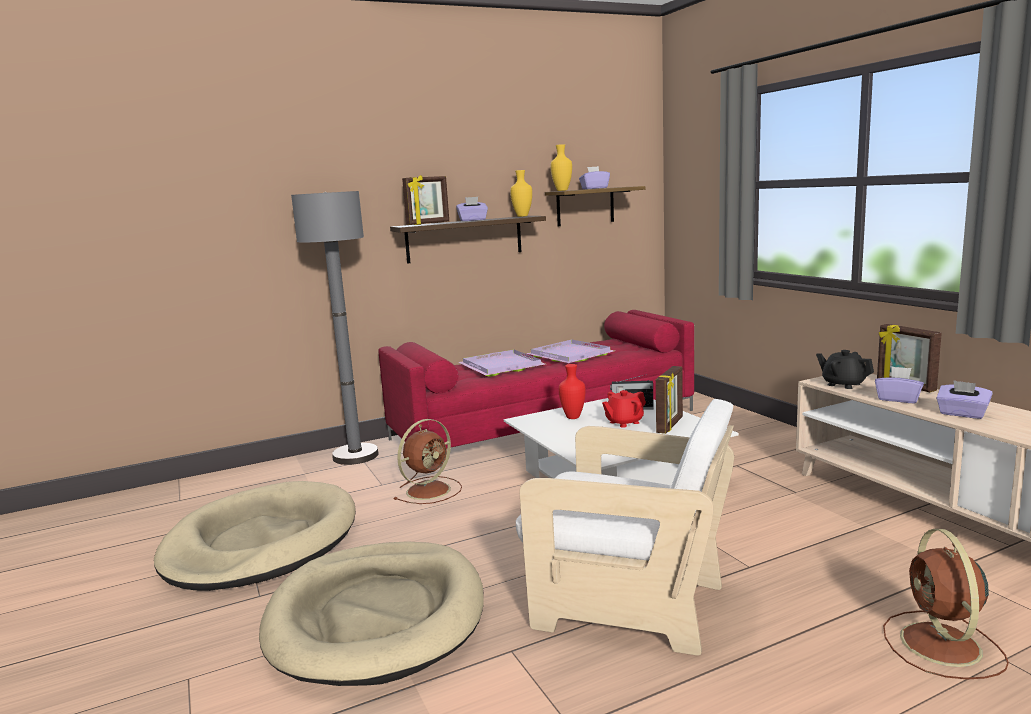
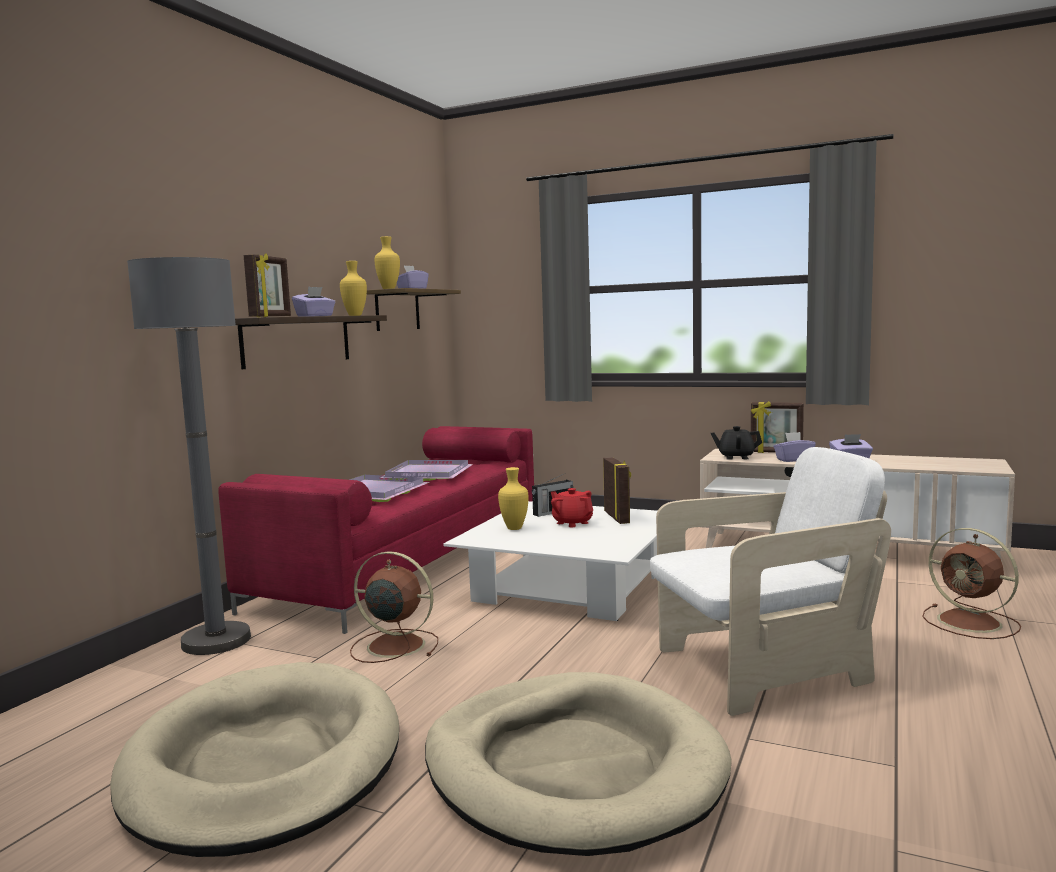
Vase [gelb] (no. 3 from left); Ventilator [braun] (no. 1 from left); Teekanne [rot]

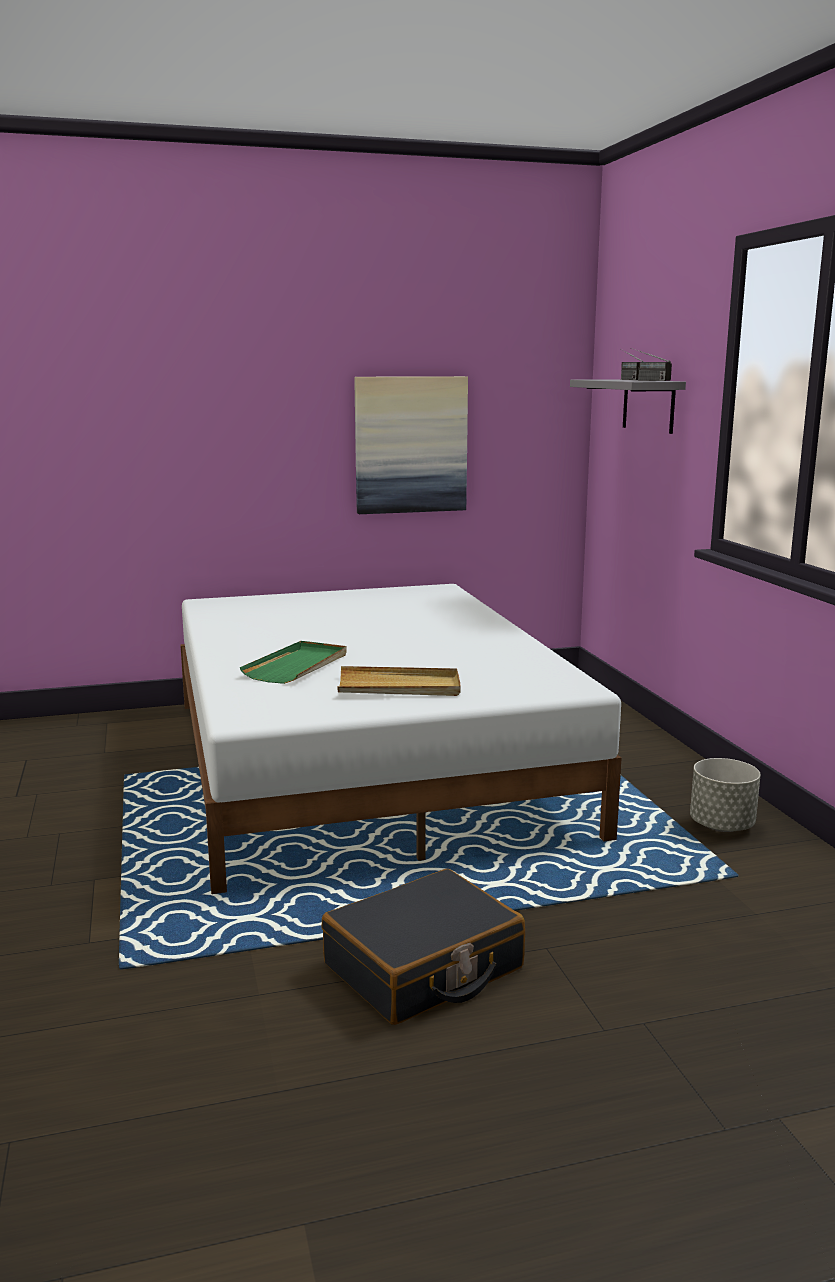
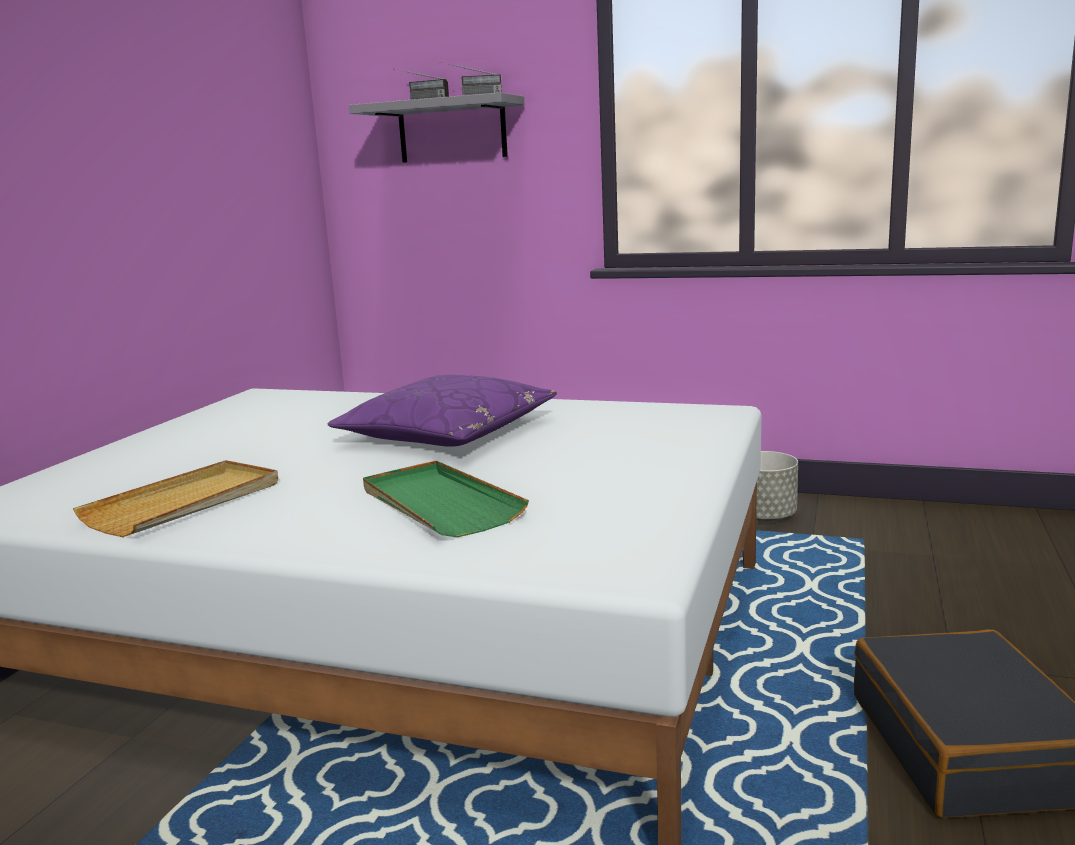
Bild; Kissen [lila]; Tablett [beige]

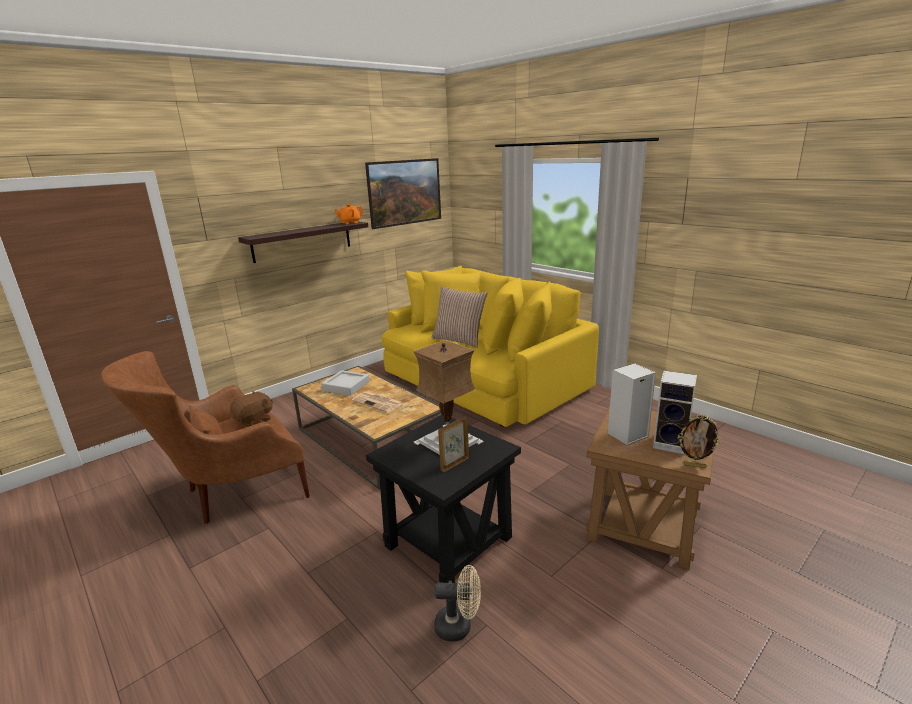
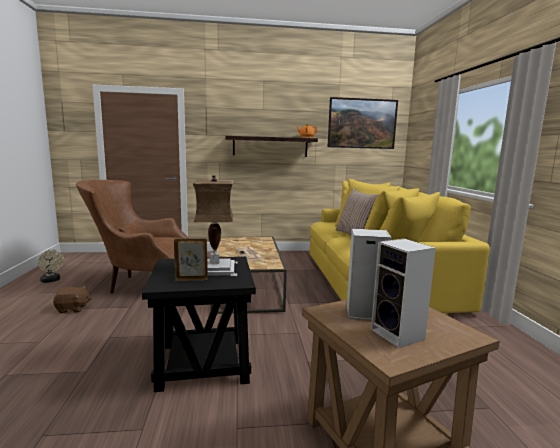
Tablett [grau]; Bilderrahmen (no. 2 from left in the first image); Plüschtier [braun]; Ventilator [beige]

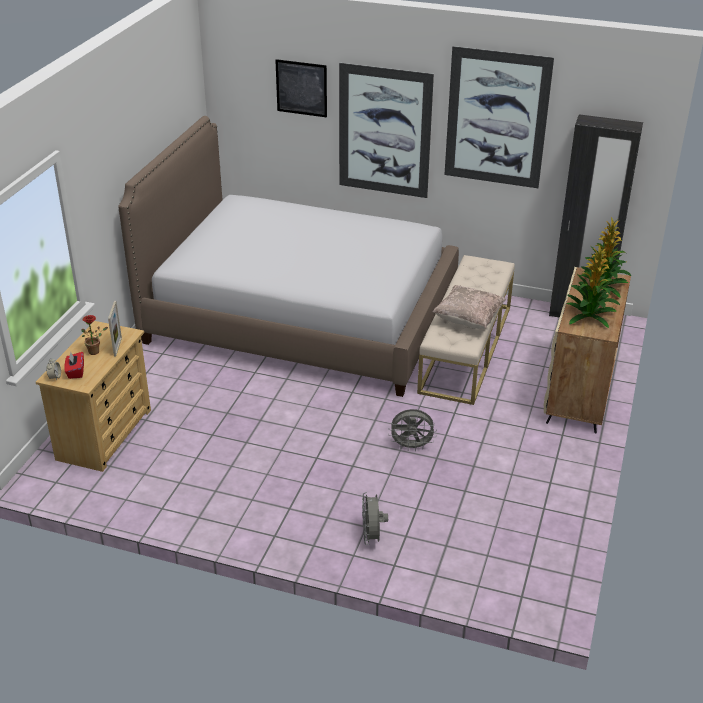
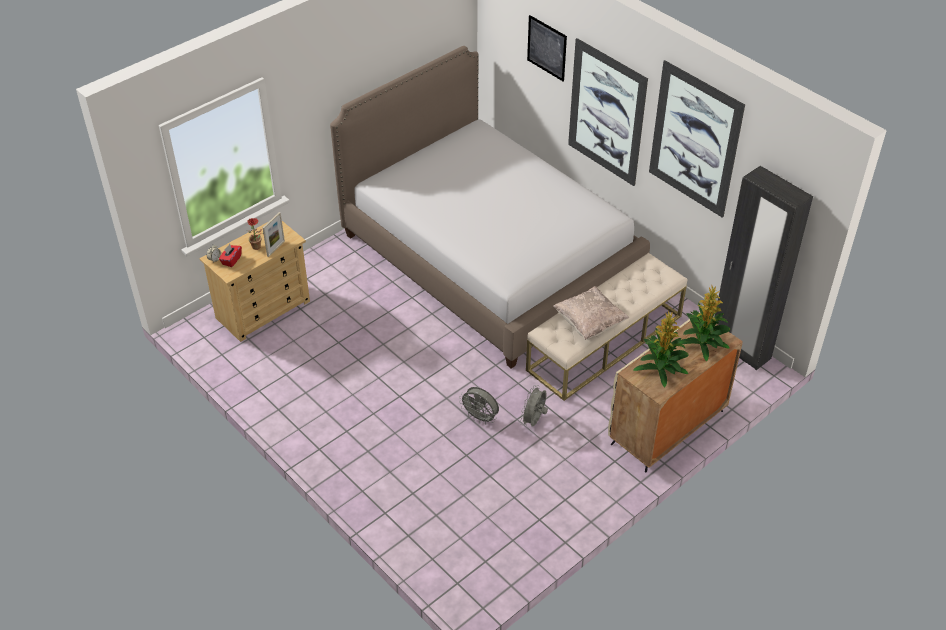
Ventilator [grau] (no. 2 from left)

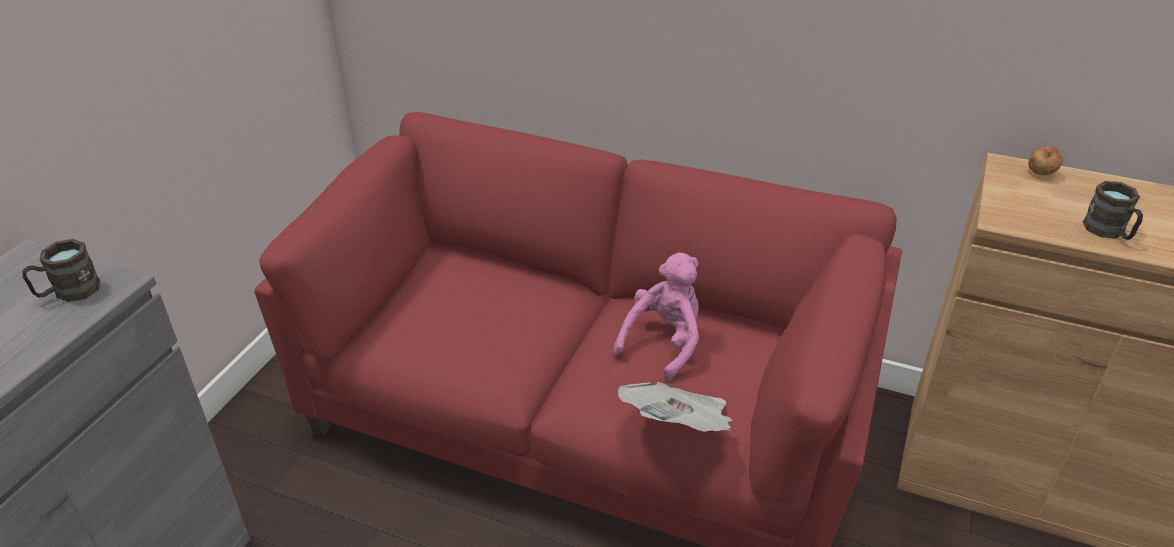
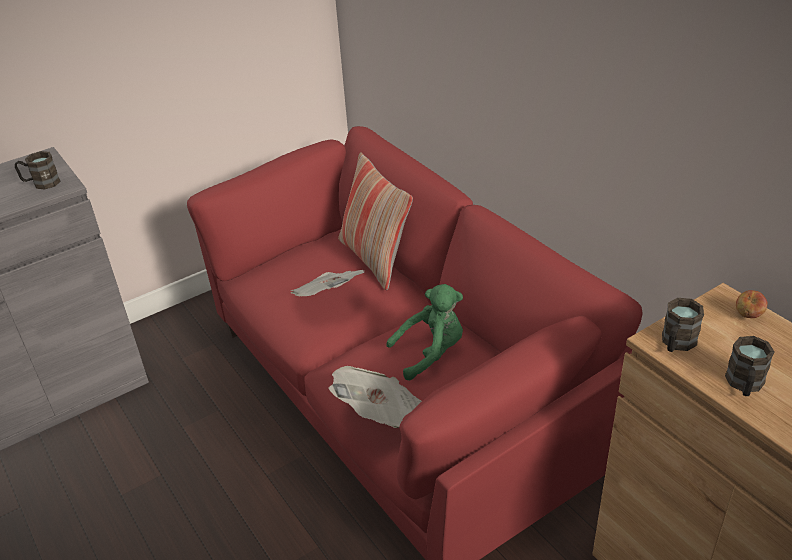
Zeitung (no. 1 from left); Kissen; Henkelbecher [braun] (no. 2 from left); Plüschtier [grün]

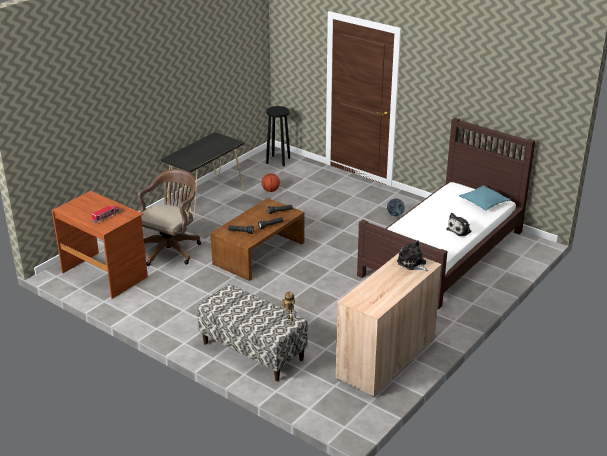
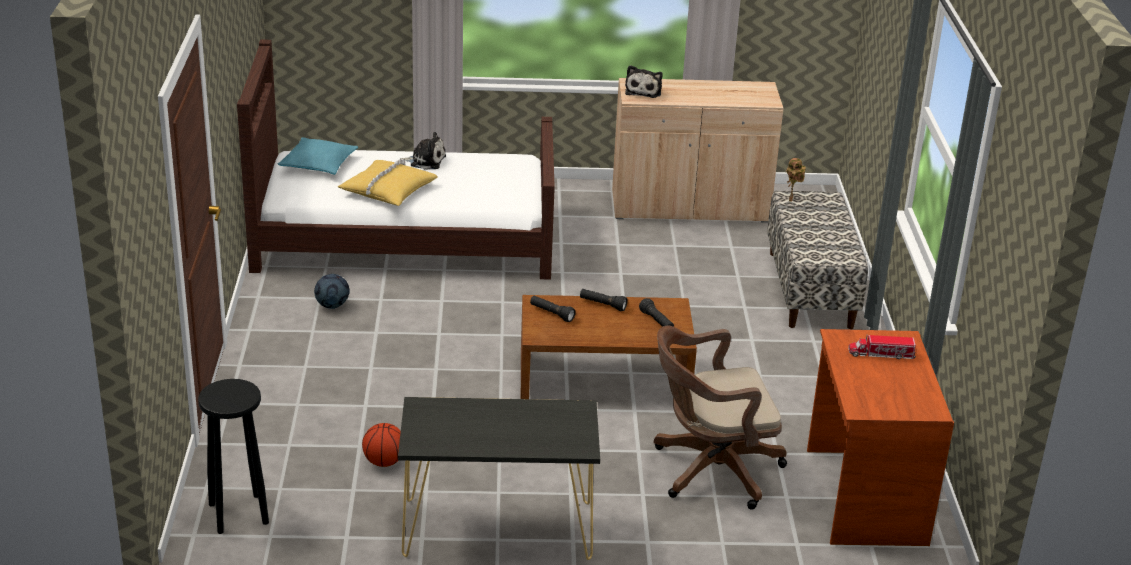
Kissen [gelb]

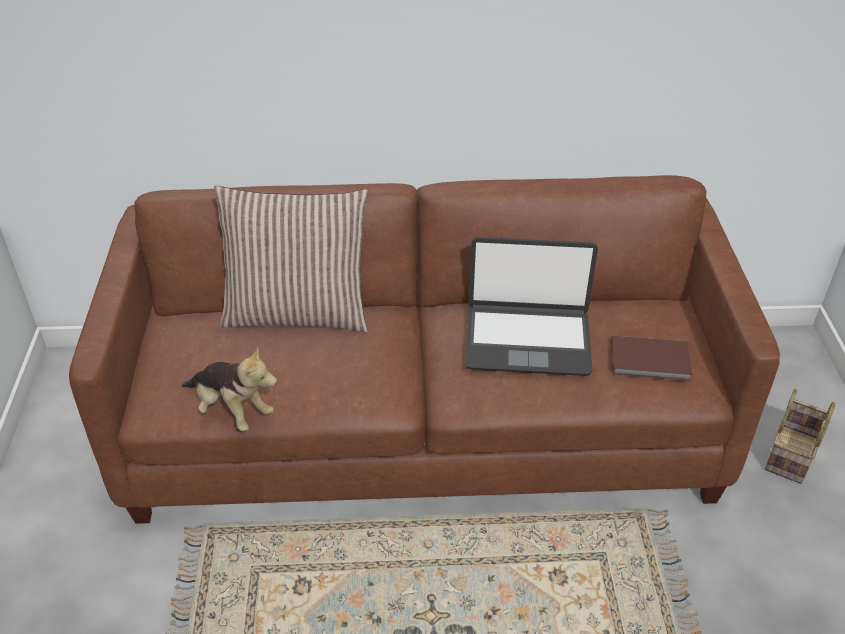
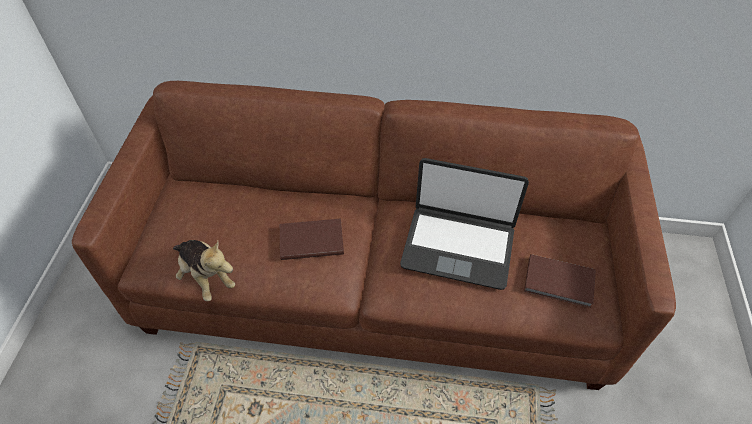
Kissen; Korb; Buch [braun] (no. 1 from left)

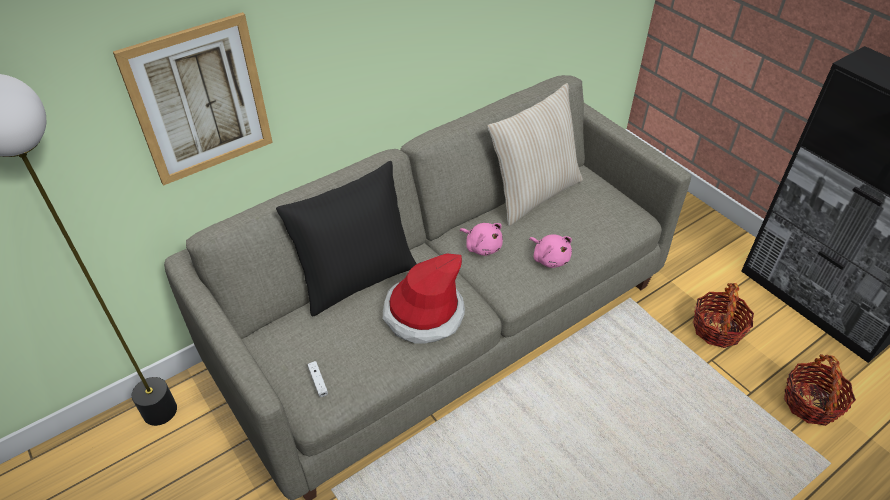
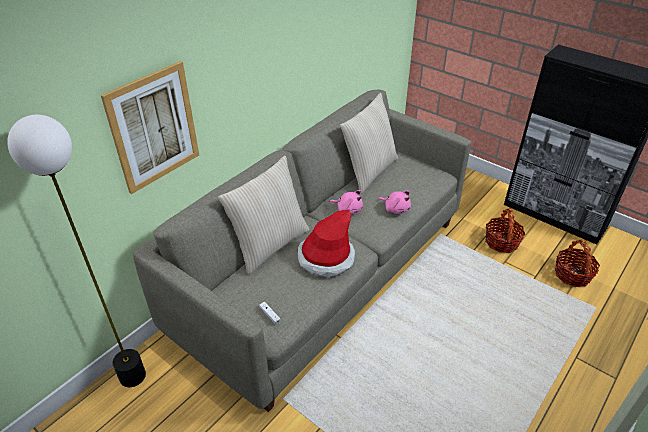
Kissen [beige] (no. 1 from left)

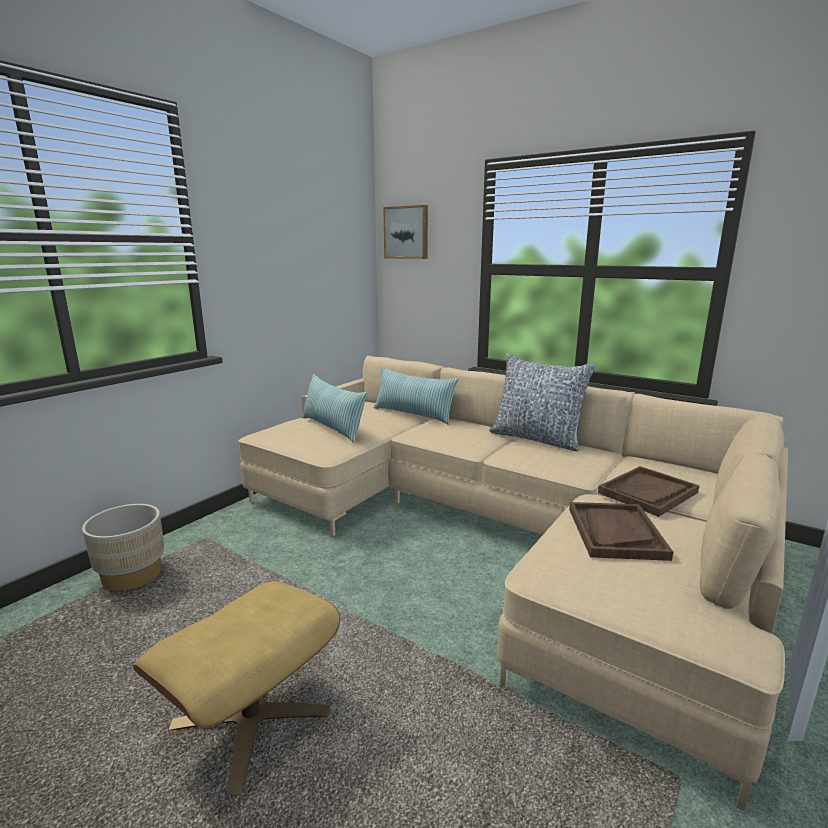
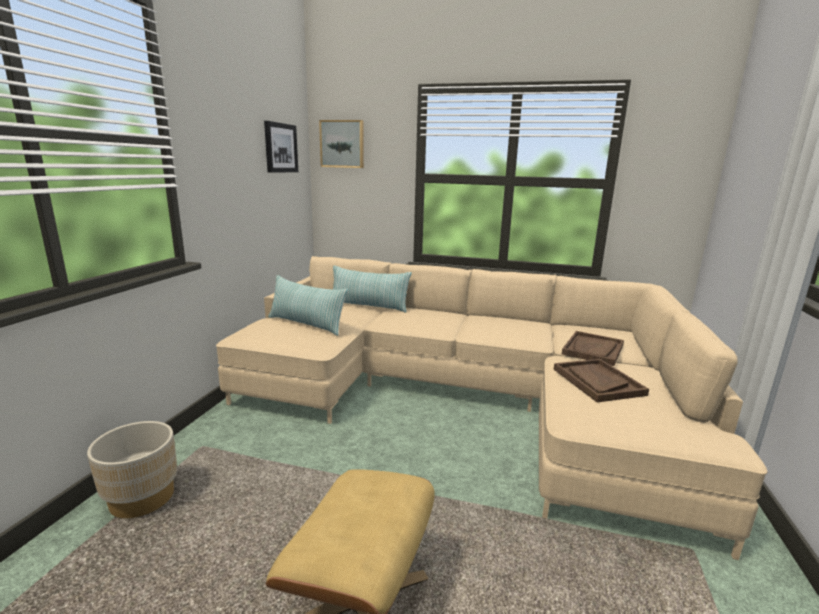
Kissen (no. 3 from left in the first image); Bild (no. 1 from left)

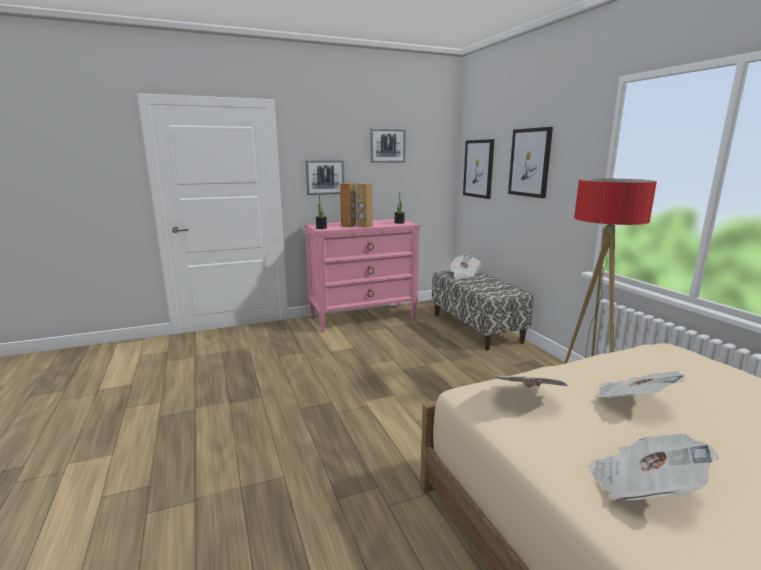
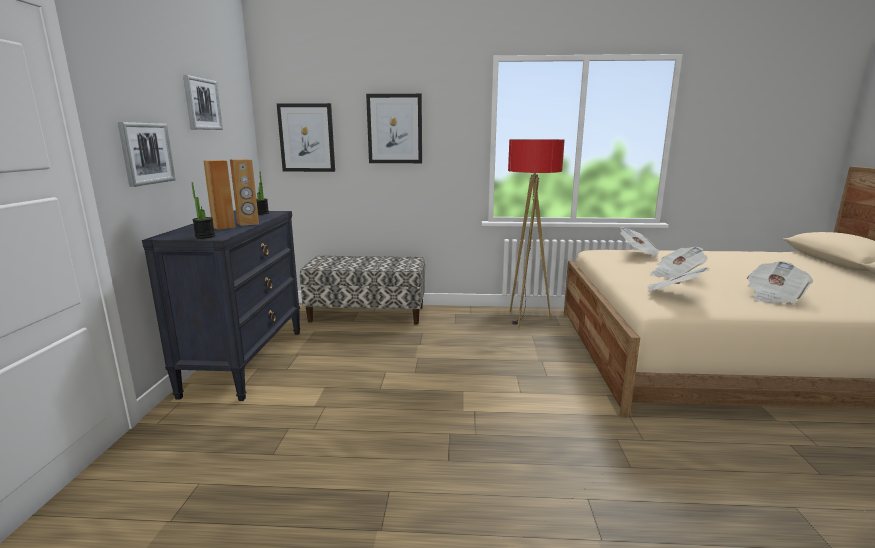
Zeitung (no. 1 from left); Kommode [schwarz]

